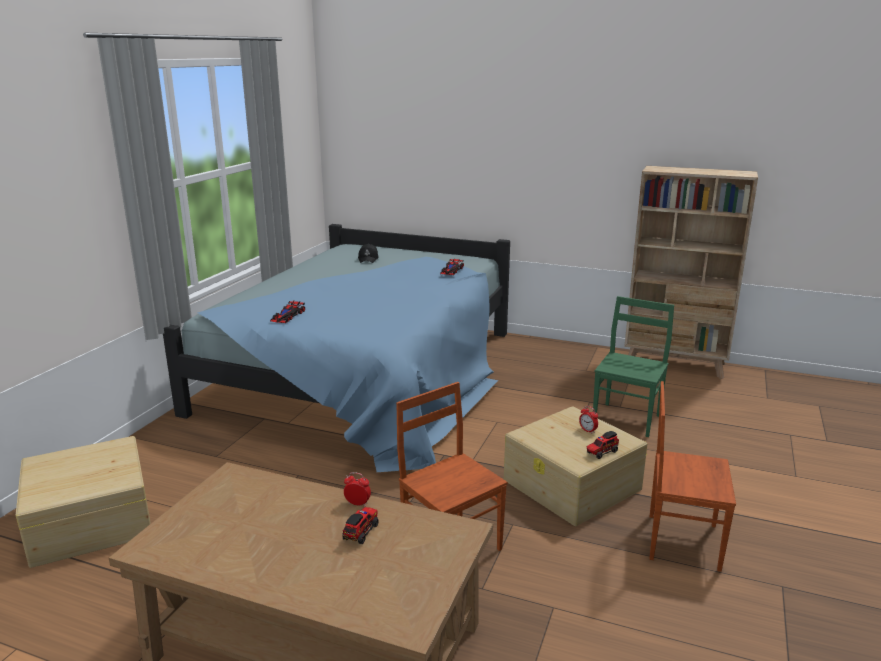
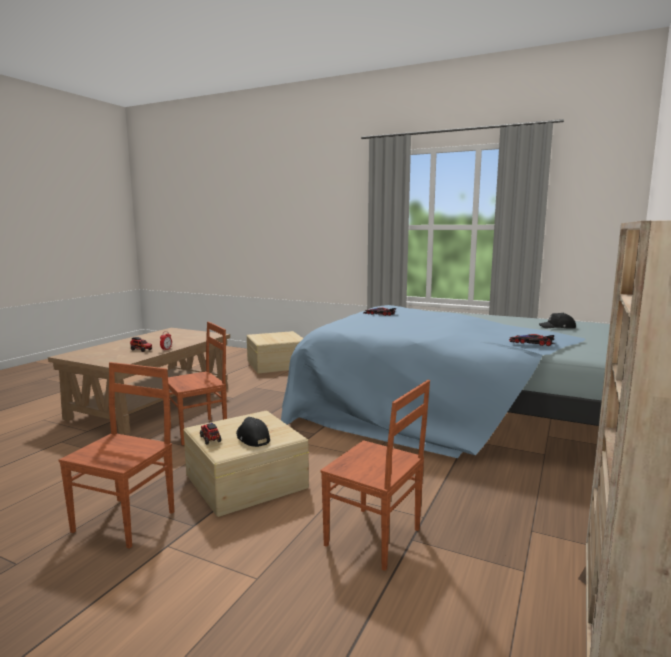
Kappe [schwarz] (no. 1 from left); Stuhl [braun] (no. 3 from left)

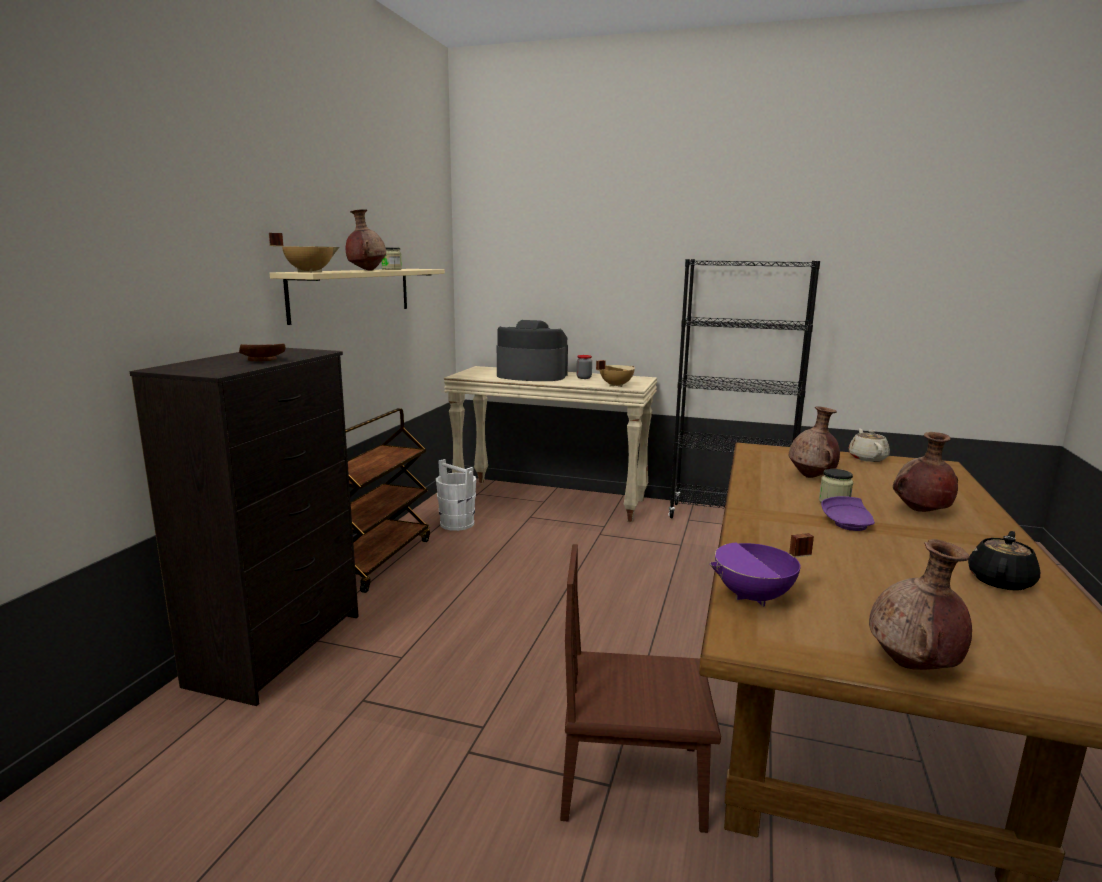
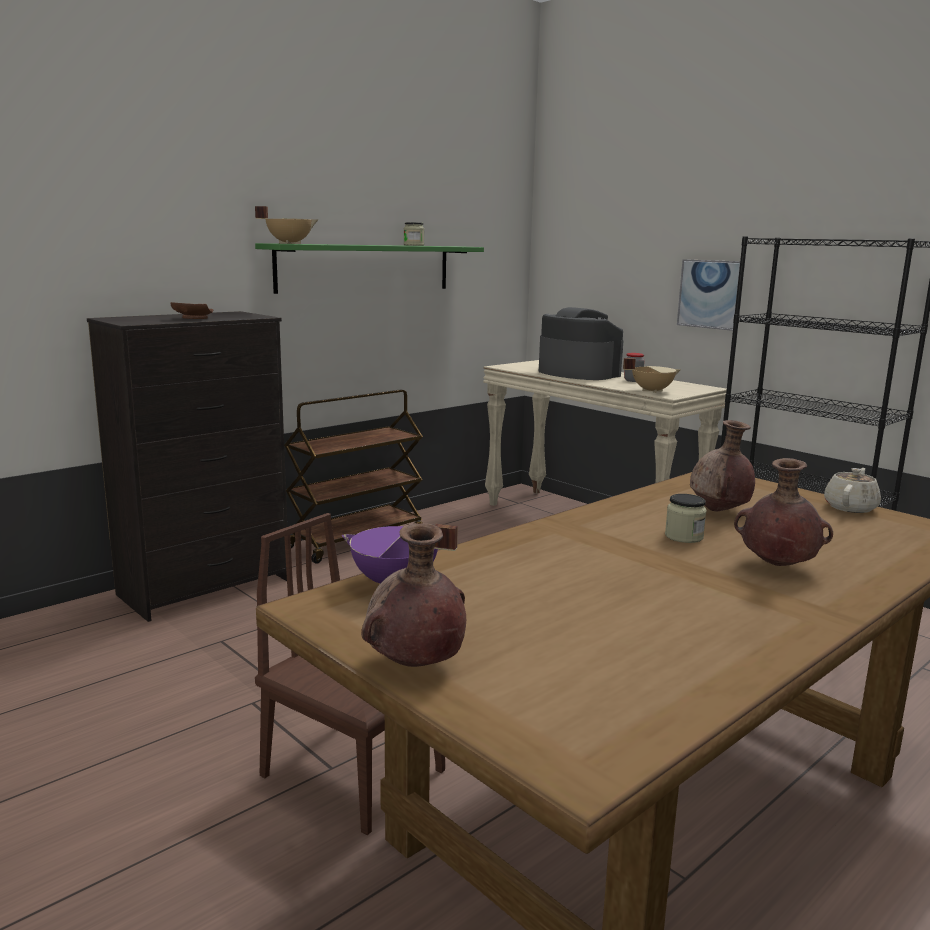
Vase [braun] (no. 1 from left in the first image); Eimer [weiß]; Teller [lila]; Teekanne [schwarz]; Bild; Wandregal [grün]

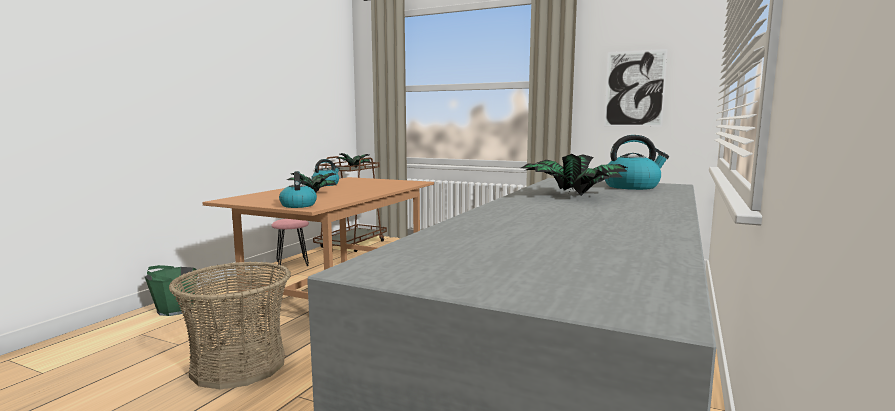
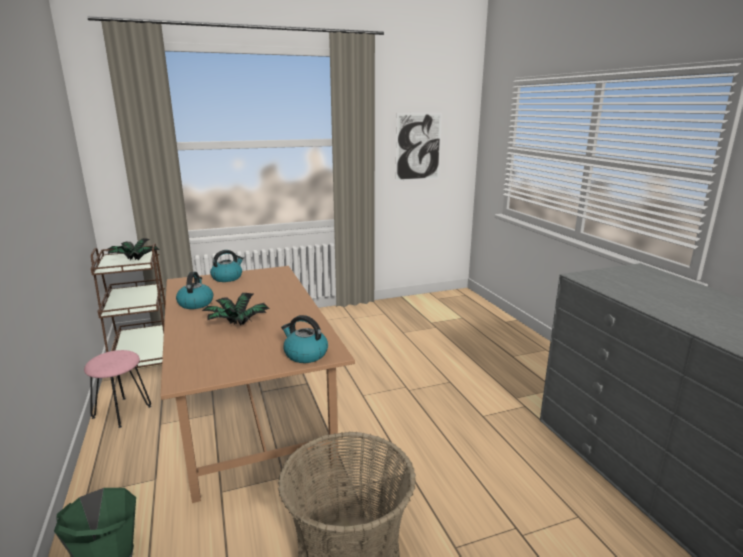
Topfpflanze (no. 3 from left in the first image); Wasserkessel (no. 2 from left)

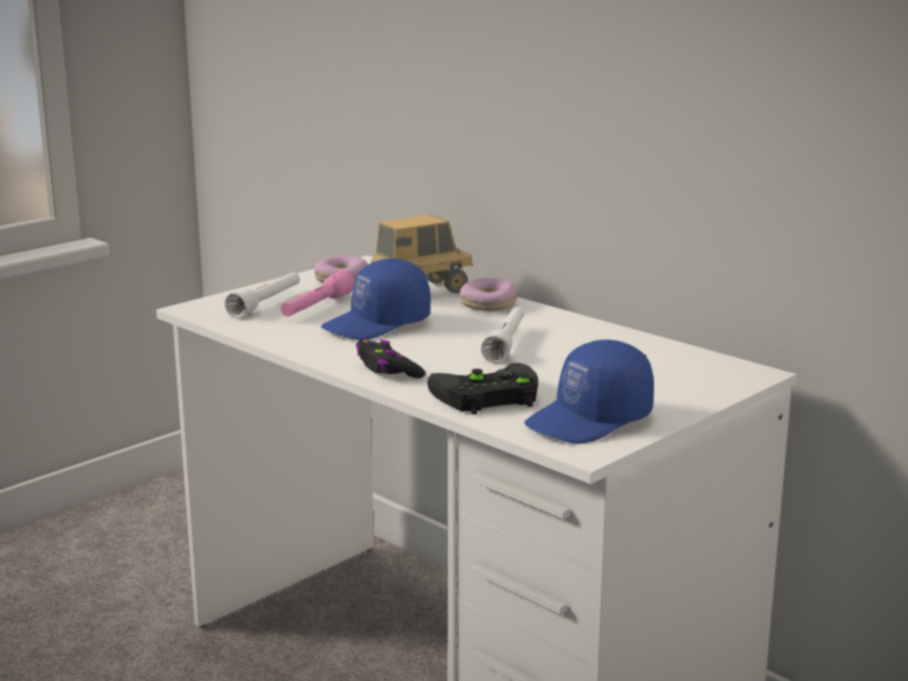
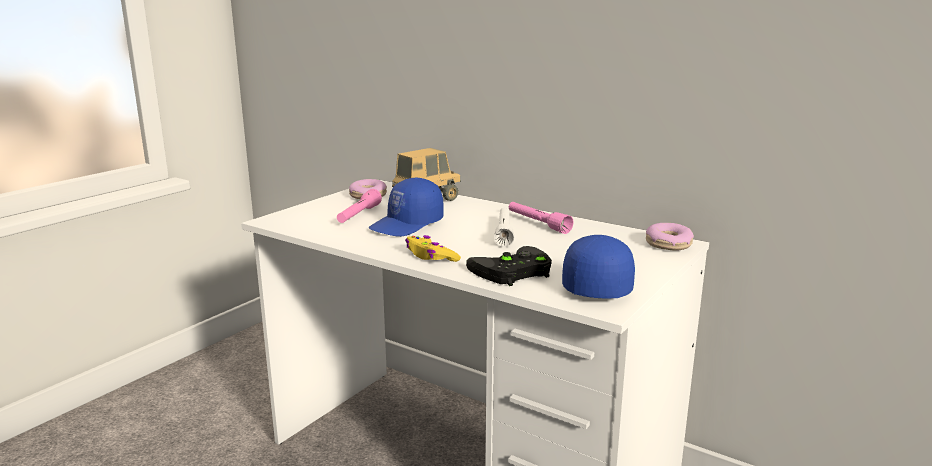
Taschenlampe [weiß] (no. 1 from left in the first image); Taschenlampe [rosa] (no. 2 from left); Donut (no. 2 from left); Gamepad [gelb]; Kappe [blau] (no. 2 from left)

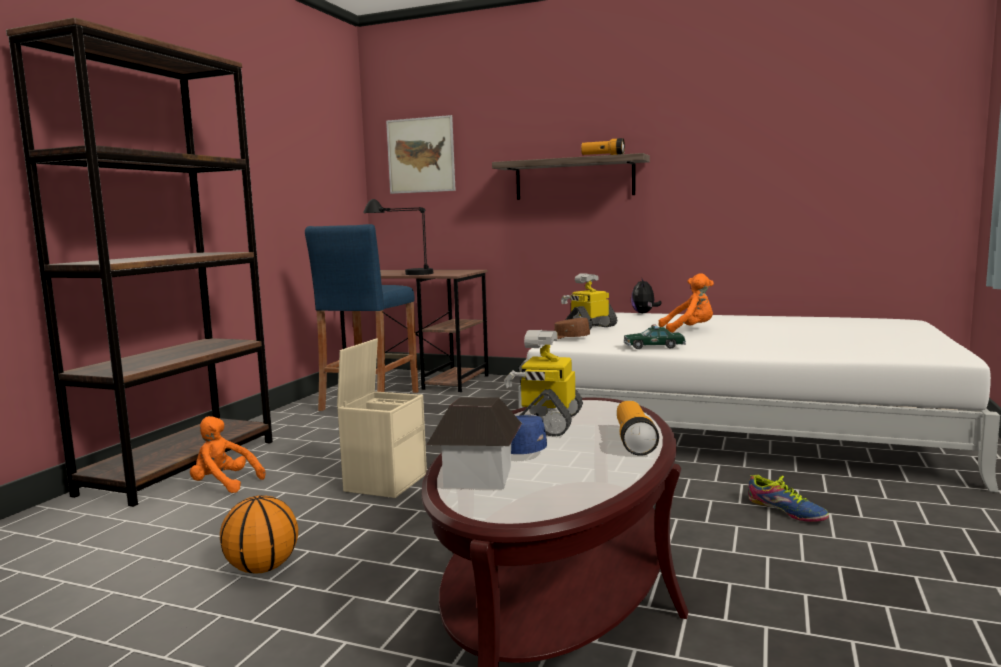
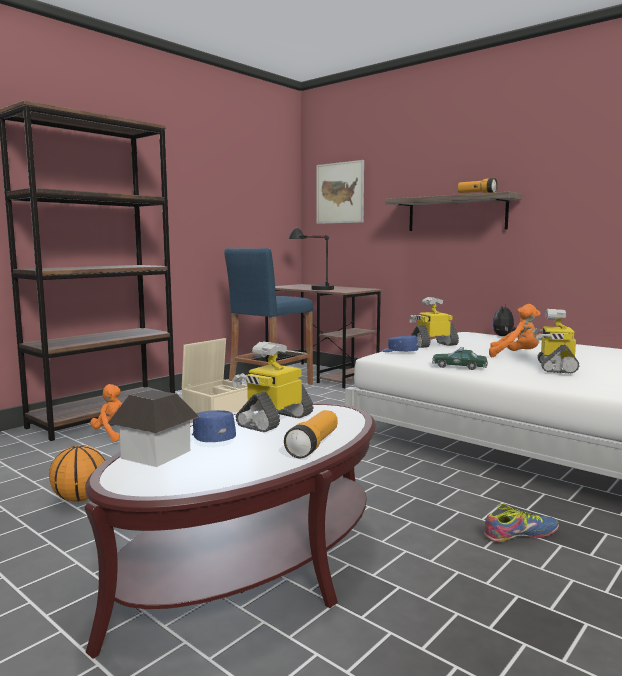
Spielzeugroboter (no. 3 from left); Kappe [blau] (no. 2 from left); Schuh

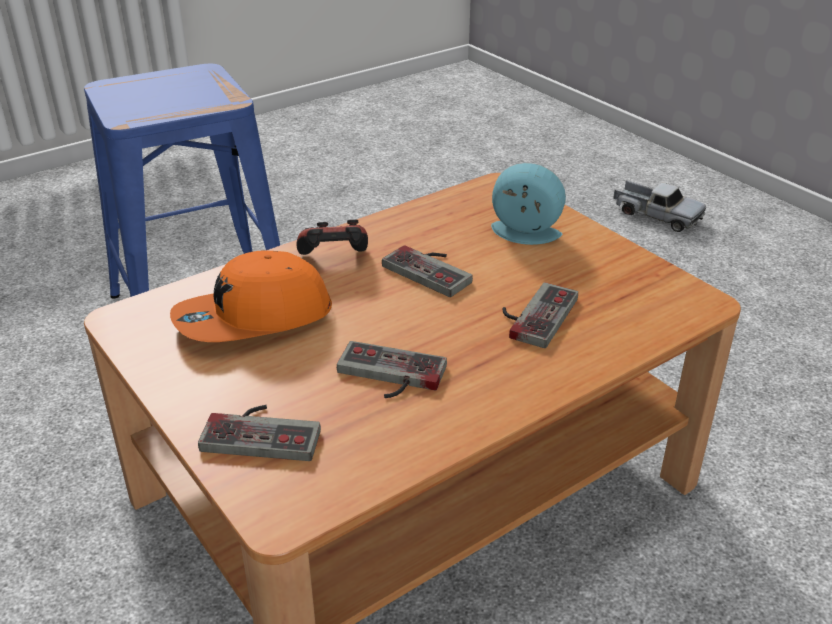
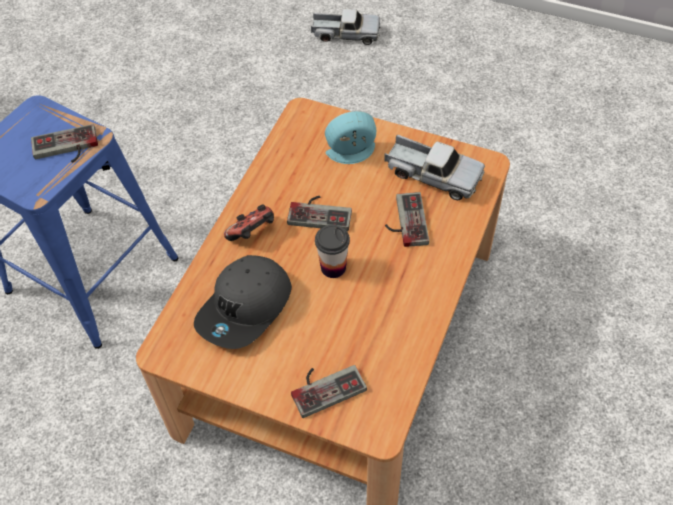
Tasse; Spielzeuglaster (no. 2 from left); Gamepad (no. 1 from left); Kappe [grau]

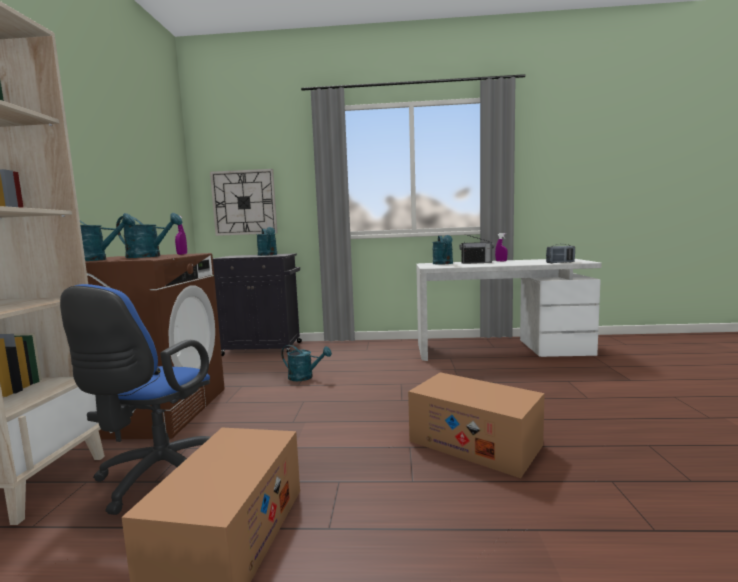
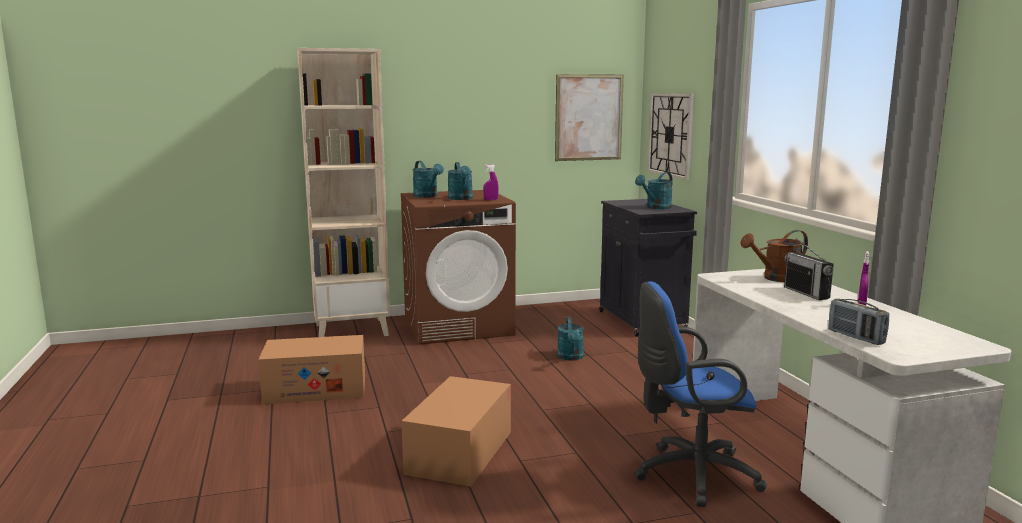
Bild; Bürostuhl [blau]; Gießkanne [braun]

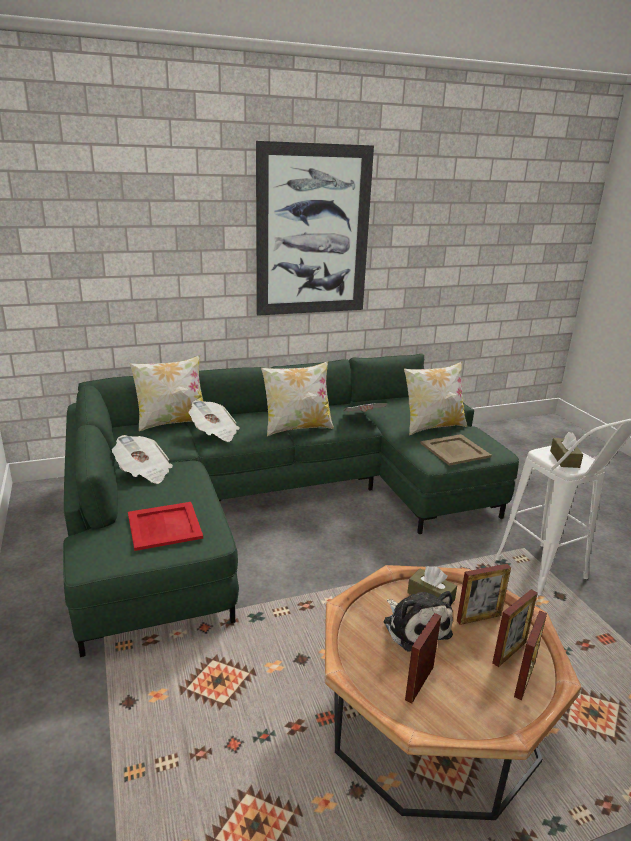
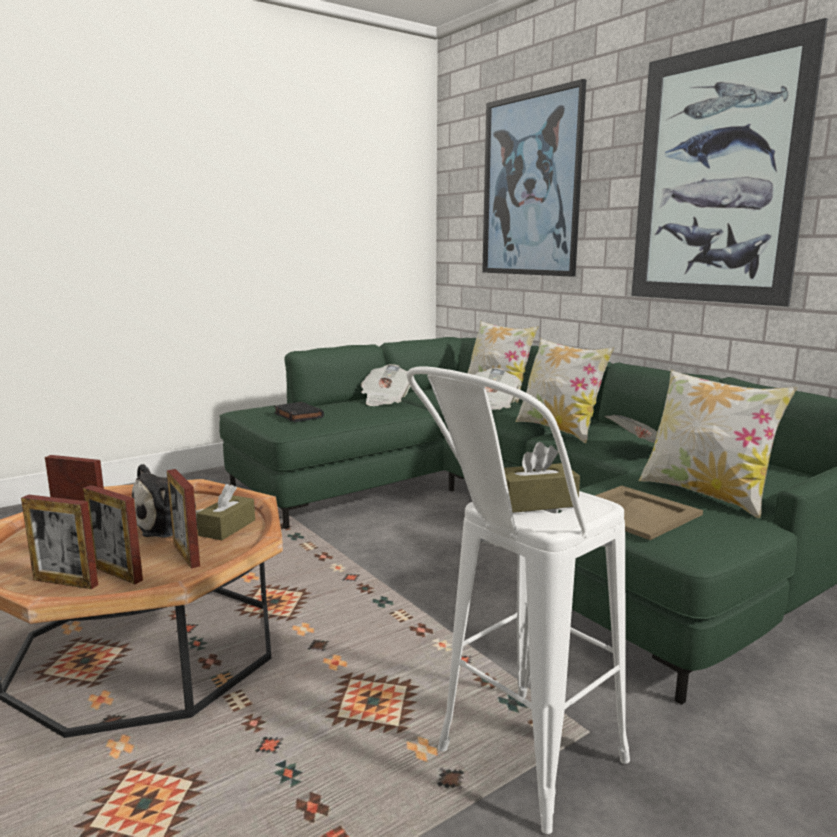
Bild (no. 1 from left); Buch [schwarz]

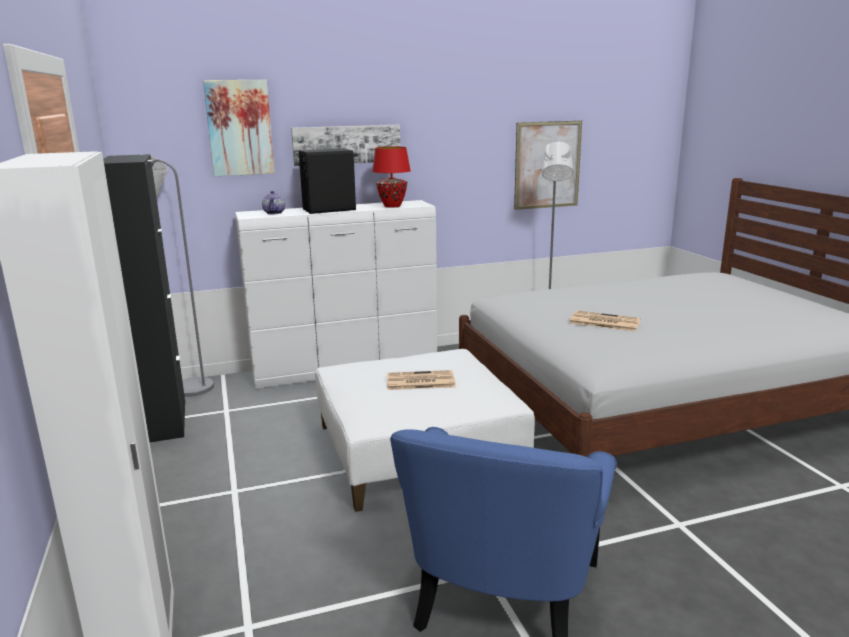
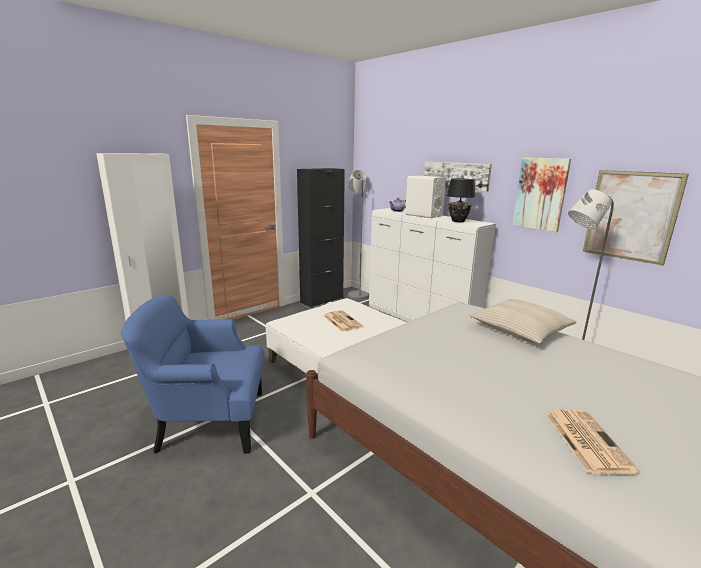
Kissen [beige]; Bild (no. 2 from left); Zeitung (no. 2 from left); Lautsprecher [weiß]; Tischlampe [schwarz]

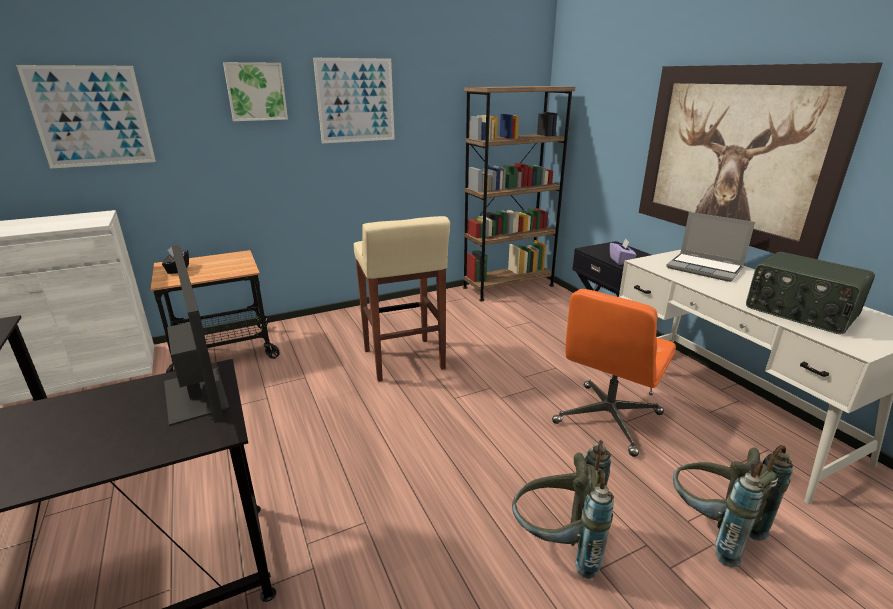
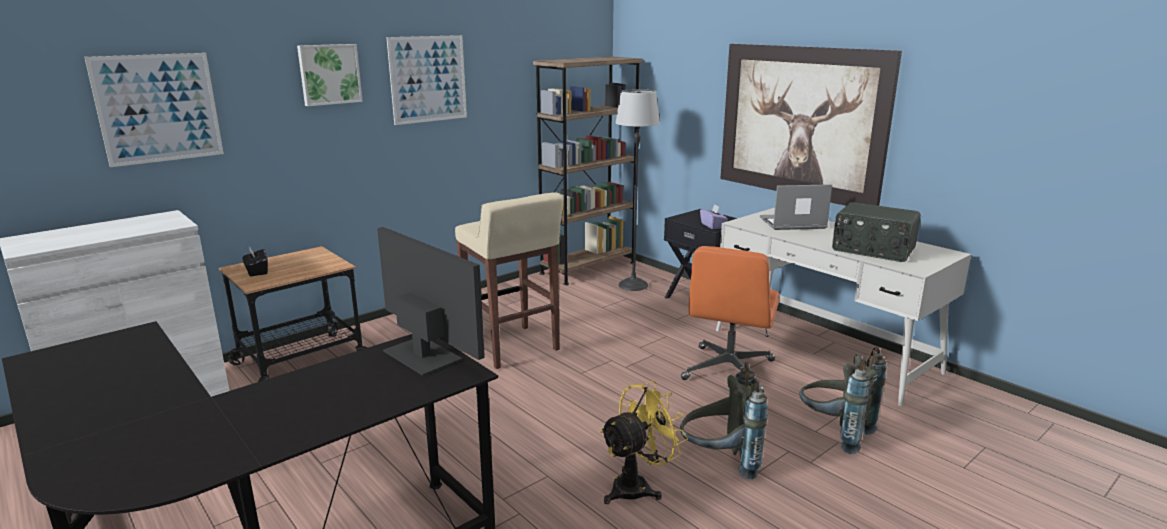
Ventilator [gelb]; Stehlampe; Laptop

